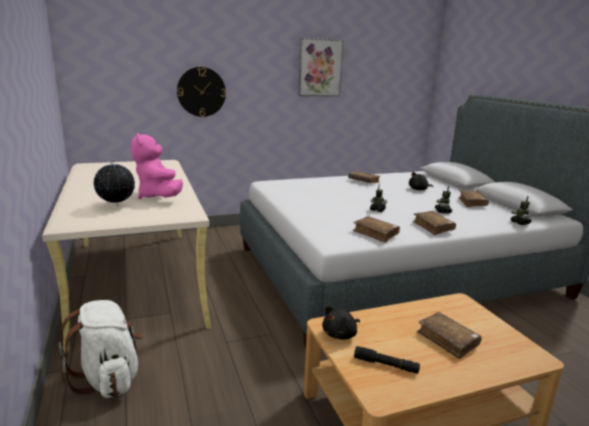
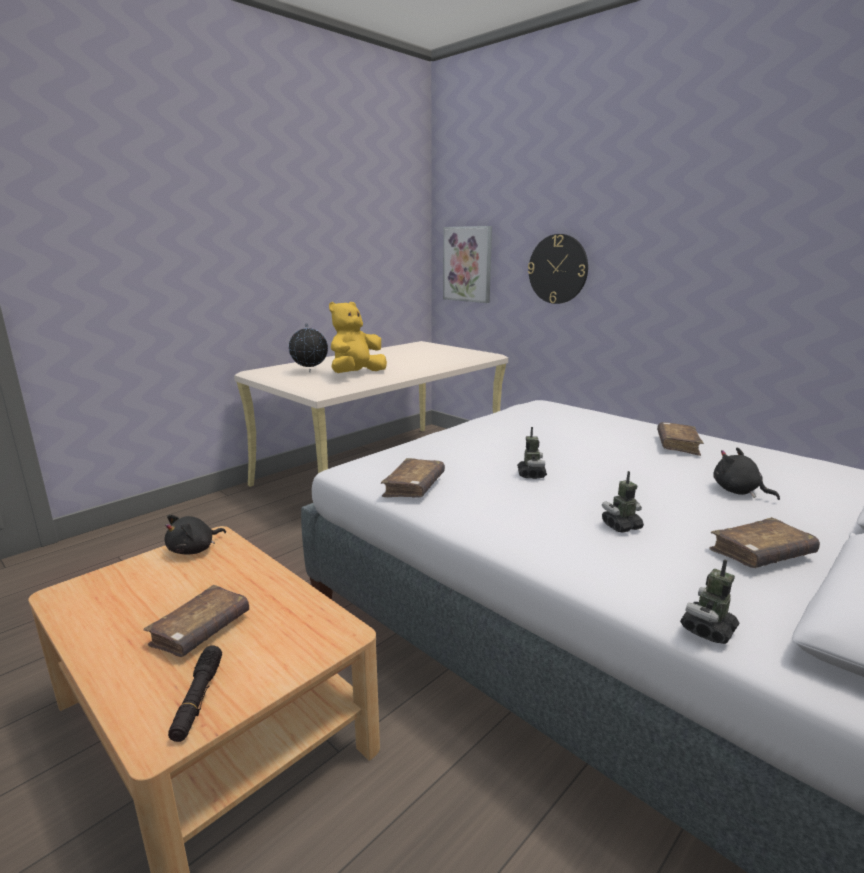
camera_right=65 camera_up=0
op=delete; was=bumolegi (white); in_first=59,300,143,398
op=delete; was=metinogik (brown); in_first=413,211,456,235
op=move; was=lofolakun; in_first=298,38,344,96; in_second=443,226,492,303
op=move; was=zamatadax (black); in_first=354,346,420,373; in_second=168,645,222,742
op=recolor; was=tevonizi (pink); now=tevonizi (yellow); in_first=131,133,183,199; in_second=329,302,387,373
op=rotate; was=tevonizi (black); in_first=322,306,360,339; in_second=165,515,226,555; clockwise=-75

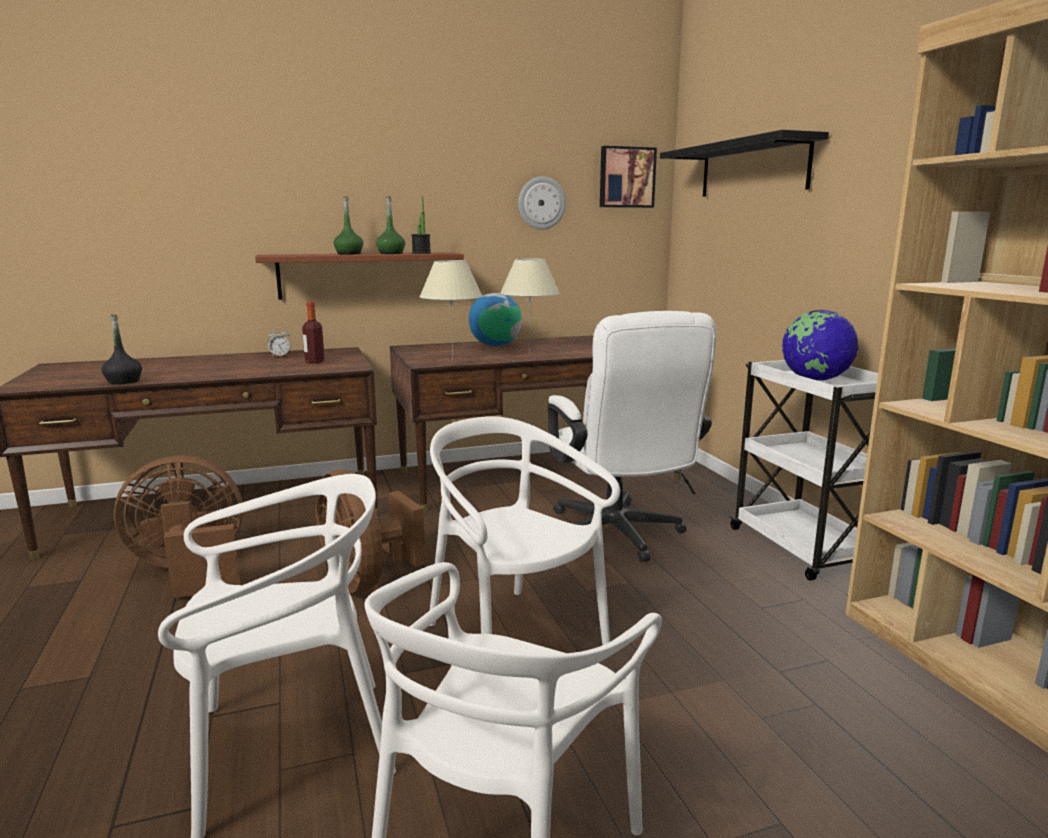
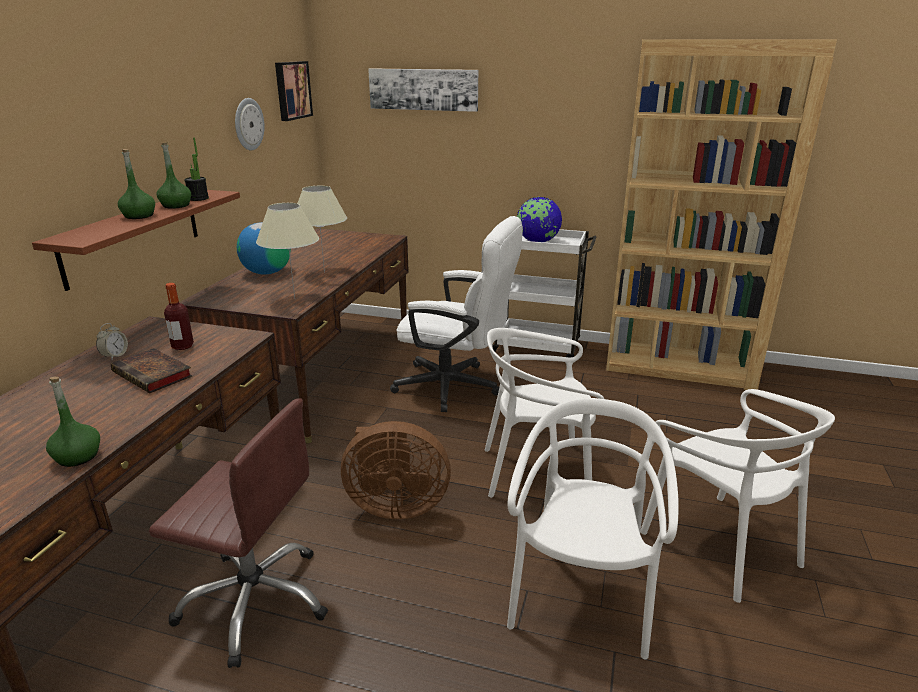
camera_right=-55 camera_up=10
op=insert; now=metinogik; in_second=111,348,192,393
op=replace; was=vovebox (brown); now=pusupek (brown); in_first=114,456,243,598; in_second=149,398,328,668
op=replace; was=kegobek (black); now=lofolakun; in_first=660,130,829,197; in_second=368,68,478,112
op=recolor; was=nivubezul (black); now=nivubezul (green); in_first=102,314,142,384; in_second=46,377,100,467

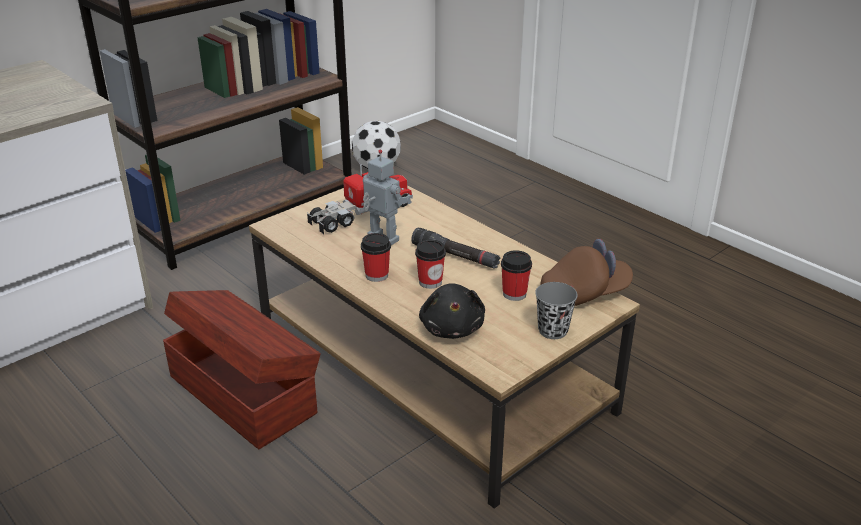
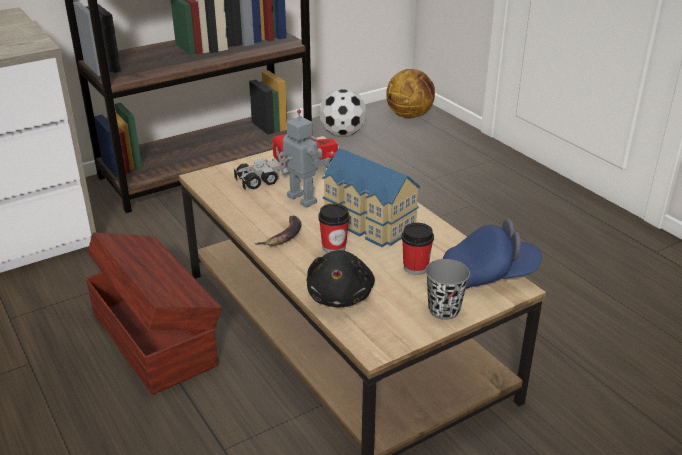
camera_right=10 camera_up=0
op=insert; now=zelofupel; in_second=386,69,435,119
op=replace; was=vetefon; now=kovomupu; in_first=361,233,391,282; in_second=254,216,301,246
op=replace; was=zamatadax (black); now=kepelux; in_first=411,228,500,269; in_second=322,148,420,247
op=recolor; was=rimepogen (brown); now=rimepogen (blue); in_first=540,239,633,306; in_second=443,218,542,288

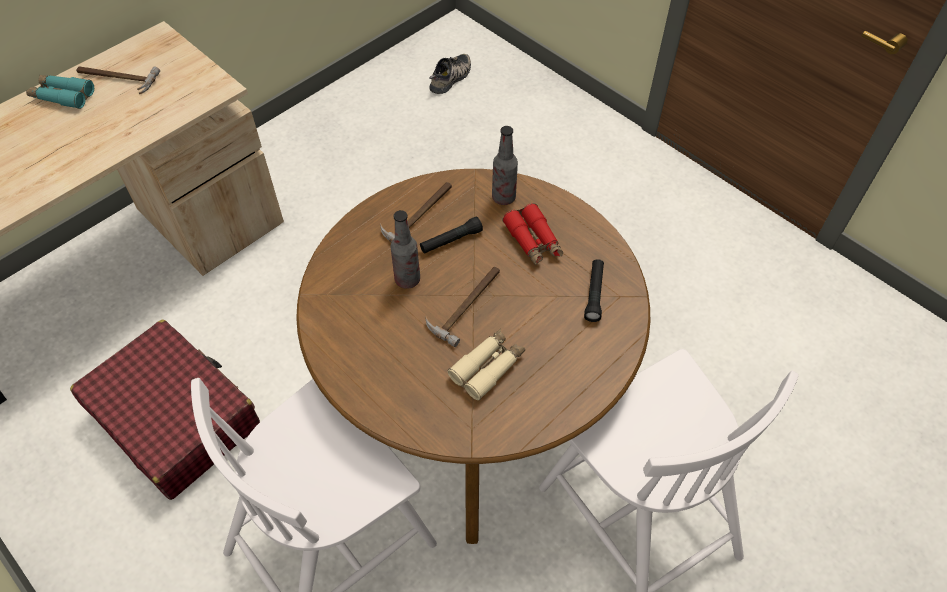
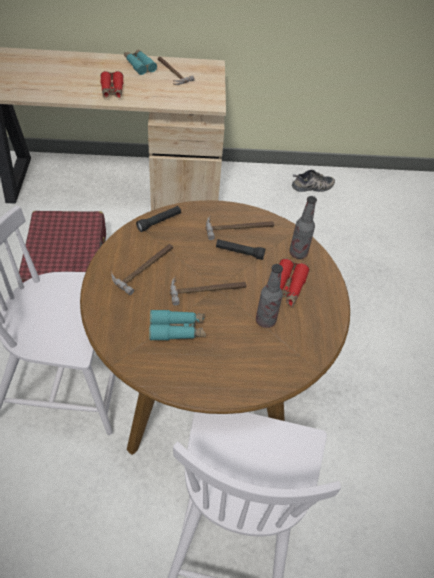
camera_right=40 camera_up=-5
op=insert; now=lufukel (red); in_second=100,71,123,98
op=insert; now=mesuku; in_second=111,244,173,295
op=move; was=nivubezul; in_first=391,210,420,289; in_second=256,264,283,328
op=move; was=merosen; in_first=429,54,471,94; in_second=292,169,335,192
op=move; was=zamatadax (black); in_first=584,259,604,322; in_second=136,206,181,232
op=recolor; was=lufukel (beige); now=lufukel (turquoise); in_first=448,329,525,400; in_second=149,310,206,340

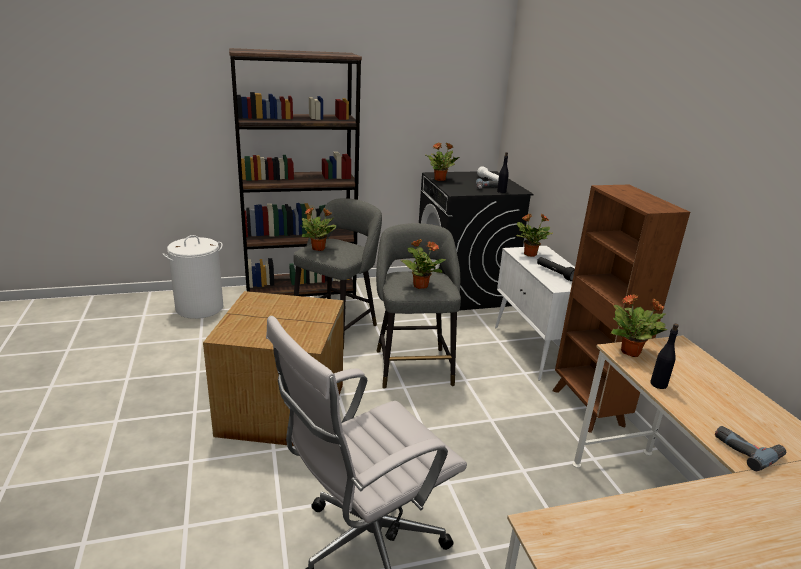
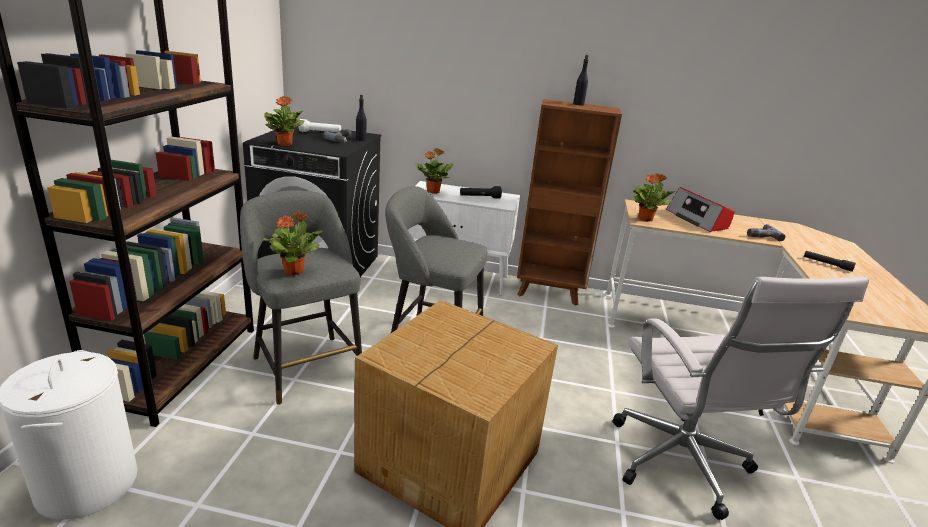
camera_right=-65 camera_up=0
op=delete; was=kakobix; in_first=400,239,446,289
op=insert; now=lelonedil; in_second=666,187,735,232
op=insert; now=zamatadax (black); in_second=804,251,856,271
op=move; was=nivubezul (black); in_first=650,324,679,389; in_second=573,55,588,105

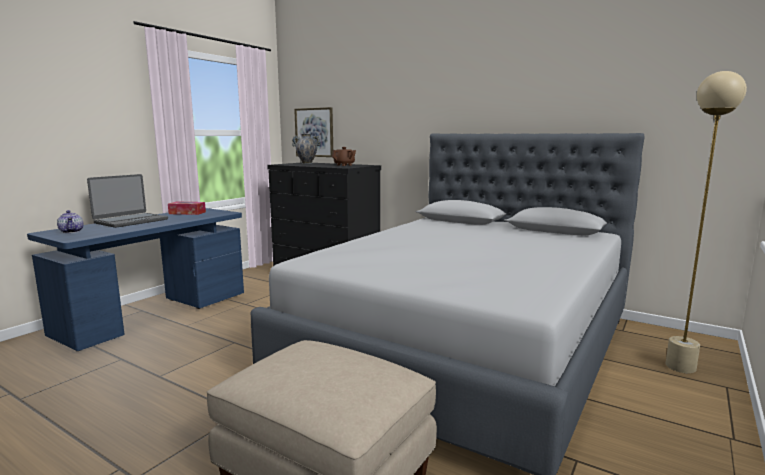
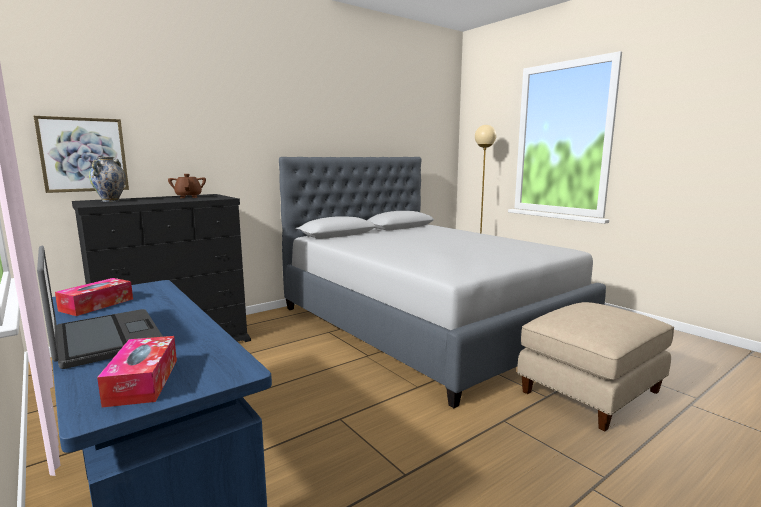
camera_right=-70 camera_up=0
op=replace; was=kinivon; now=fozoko; in_first=57,210,83,233; in_second=97,336,177,408

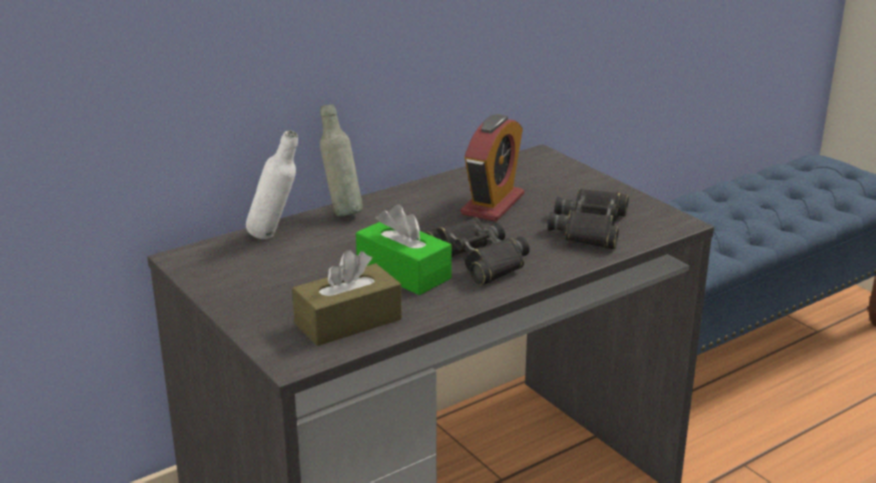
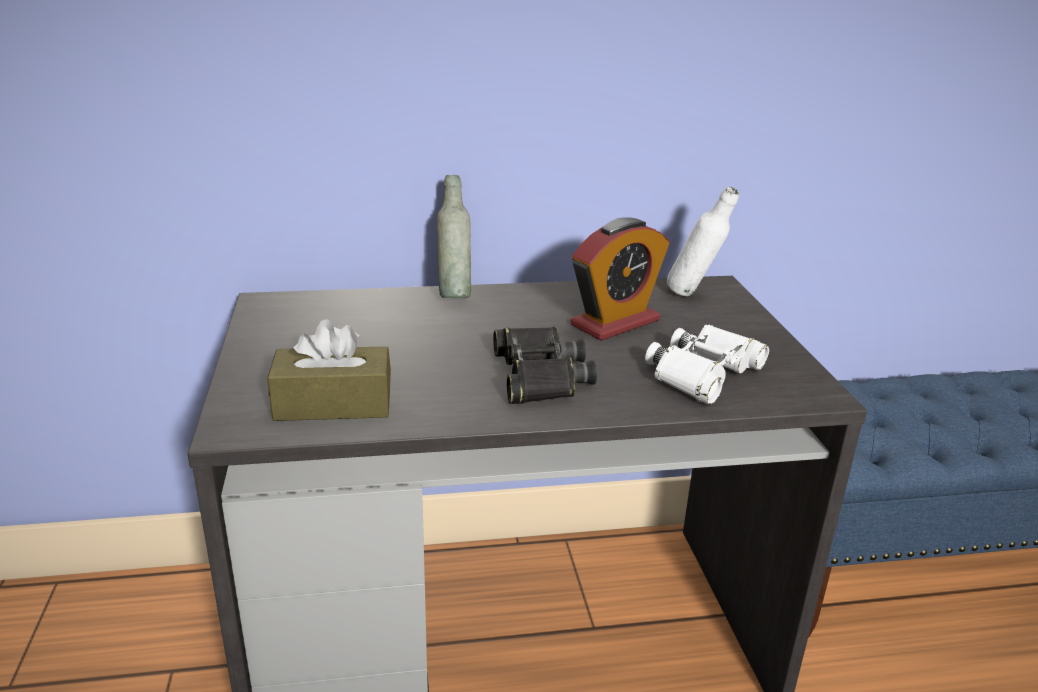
camera_right=25 camera_up=0
op=delete; was=fozoko (green); in_first=356,205,452,295
op=move; was=nivubezul (white); in_first=246,130,298,239; in_second=667,187,739,296
op=recolor; was=lufukel (black); now=lufukel (white); in_first=547,188,629,249; in_second=645,324,769,405

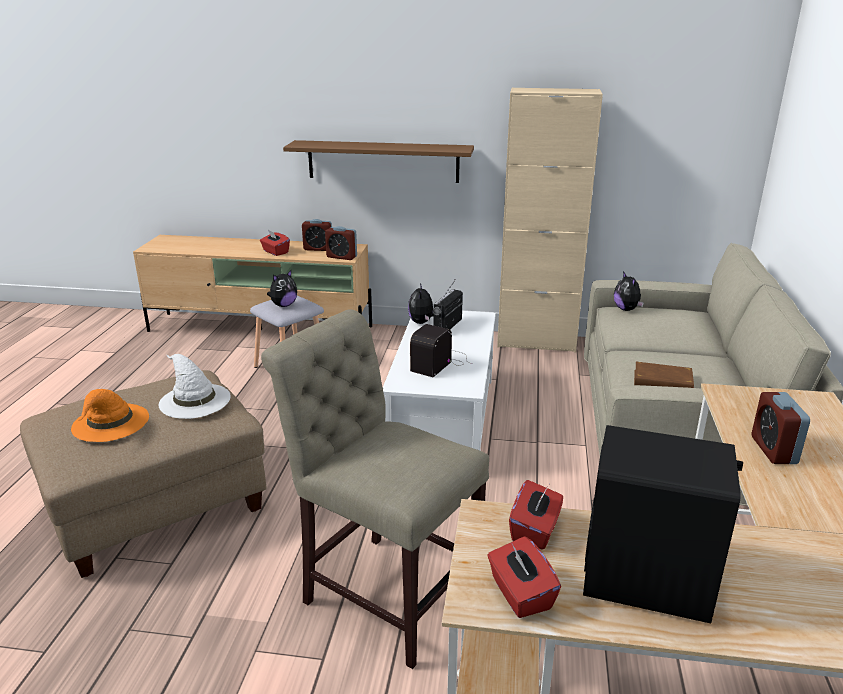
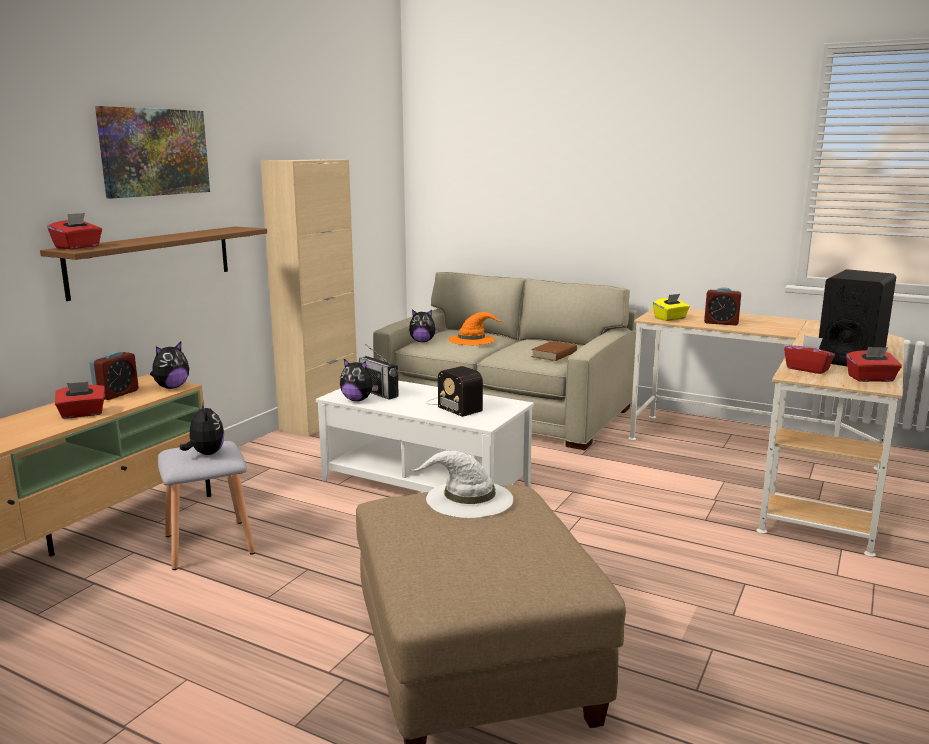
camera_right=-70 camera_up=-10
op=delete; was=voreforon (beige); in_first=261,309,489,669
op=insert; now=fozoko (red); in_second=47,213,102,249
op=insert; now=lofolakun; in_second=95,106,210,198
op=insert; now=fozoko (yellow); in_second=653,294,690,321
op=move; was=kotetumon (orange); in_first=71,389,149,442; in_second=448,312,502,345
op=replace; was=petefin; now=tevonizi; in_first=325,226,357,260; in_second=150,342,189,389

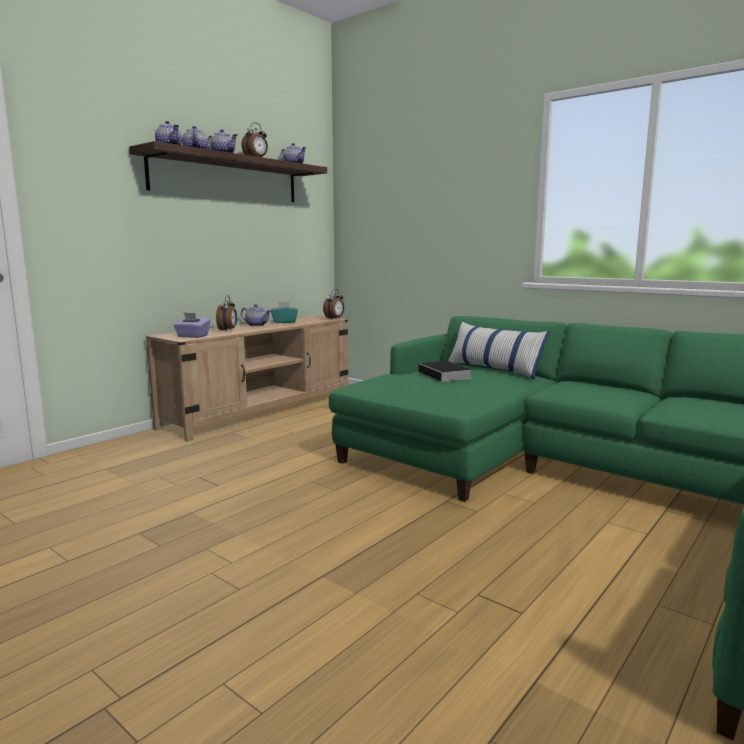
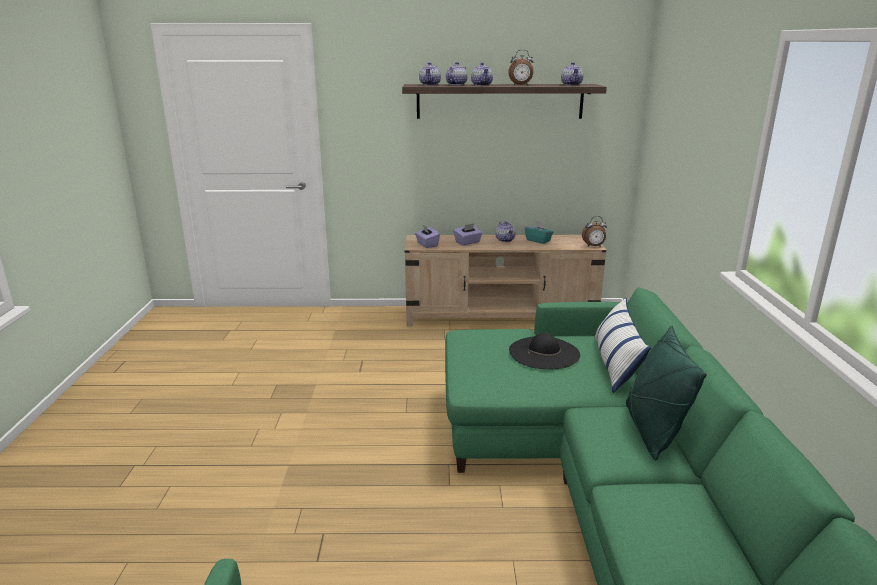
camera_right=50 camera_up=10
op=insert; now=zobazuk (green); in_second=626,325,707,461
op=replace; was=petefin; now=fozoko (purple); in_first=216,295,237,331; in_second=454,223,483,245
op=replace; was=metinogik; now=kotetumon (black); in_first=418,361,472,383; in_second=509,333,580,369

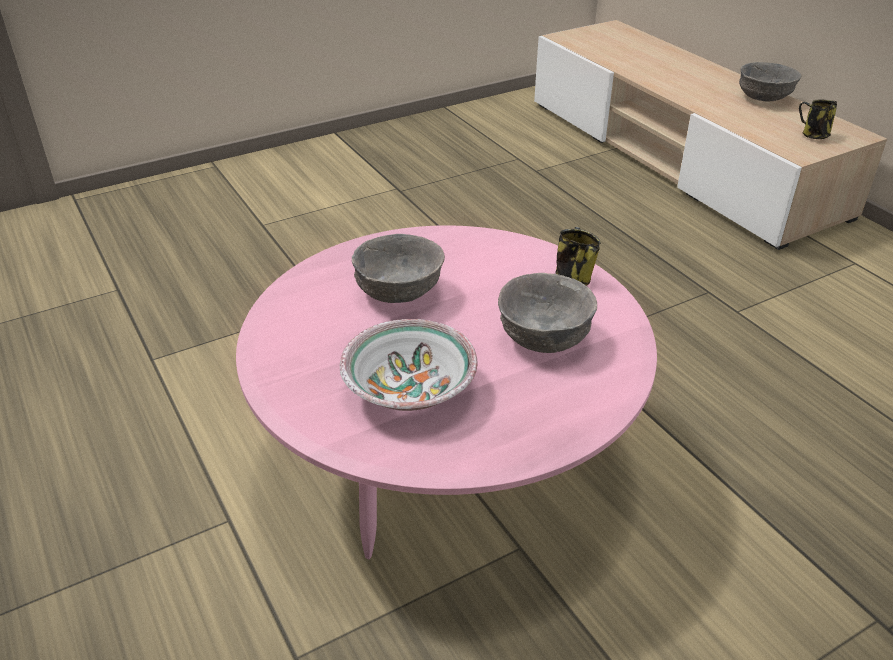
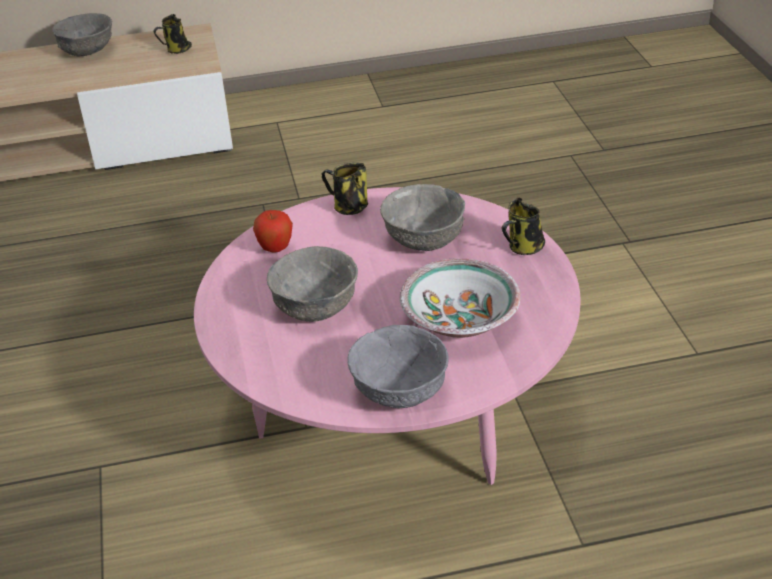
camera_right=-70 camera_up=0
op=insert; now=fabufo; in_second=253,210,293,253
op=insert; now=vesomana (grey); in_second=347,325,449,408
op=insert; now=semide; in_second=502,198,545,255

